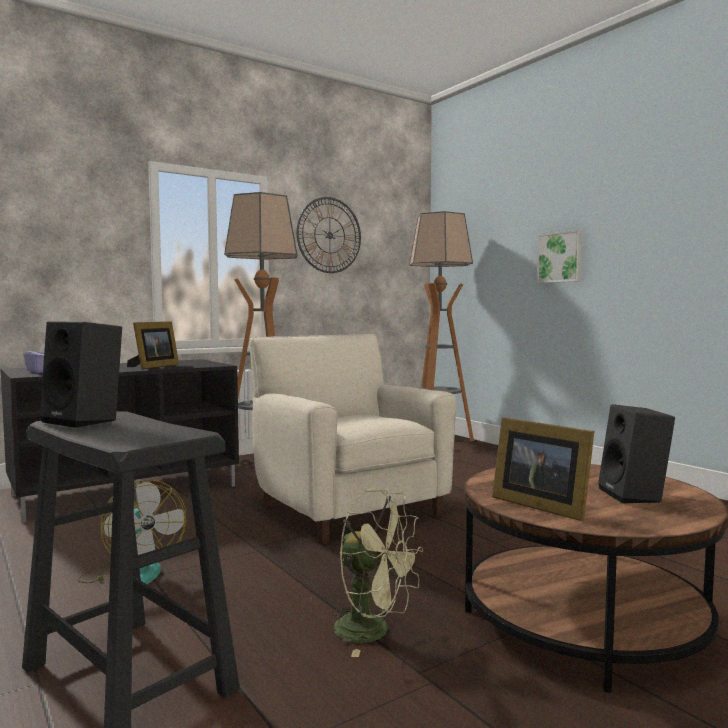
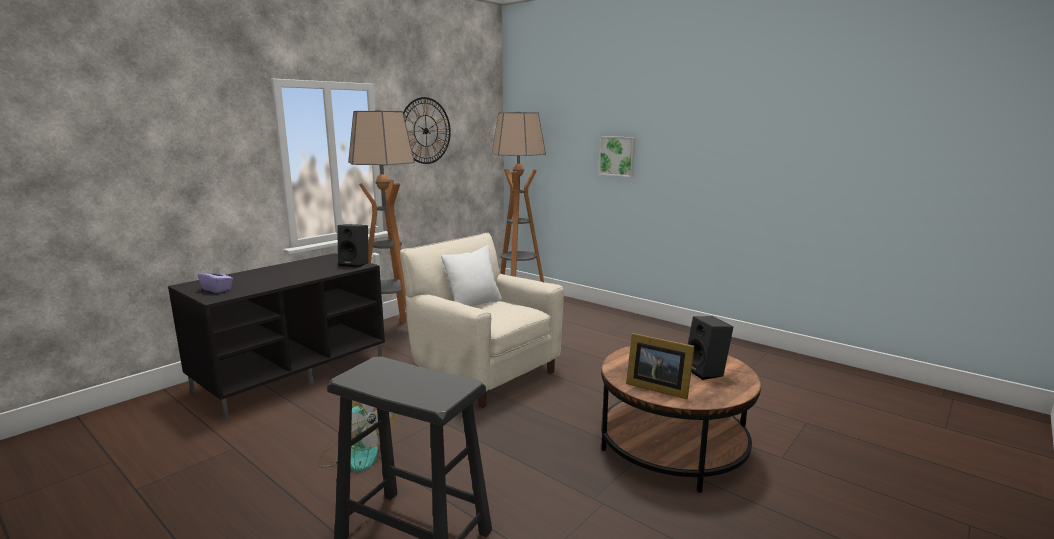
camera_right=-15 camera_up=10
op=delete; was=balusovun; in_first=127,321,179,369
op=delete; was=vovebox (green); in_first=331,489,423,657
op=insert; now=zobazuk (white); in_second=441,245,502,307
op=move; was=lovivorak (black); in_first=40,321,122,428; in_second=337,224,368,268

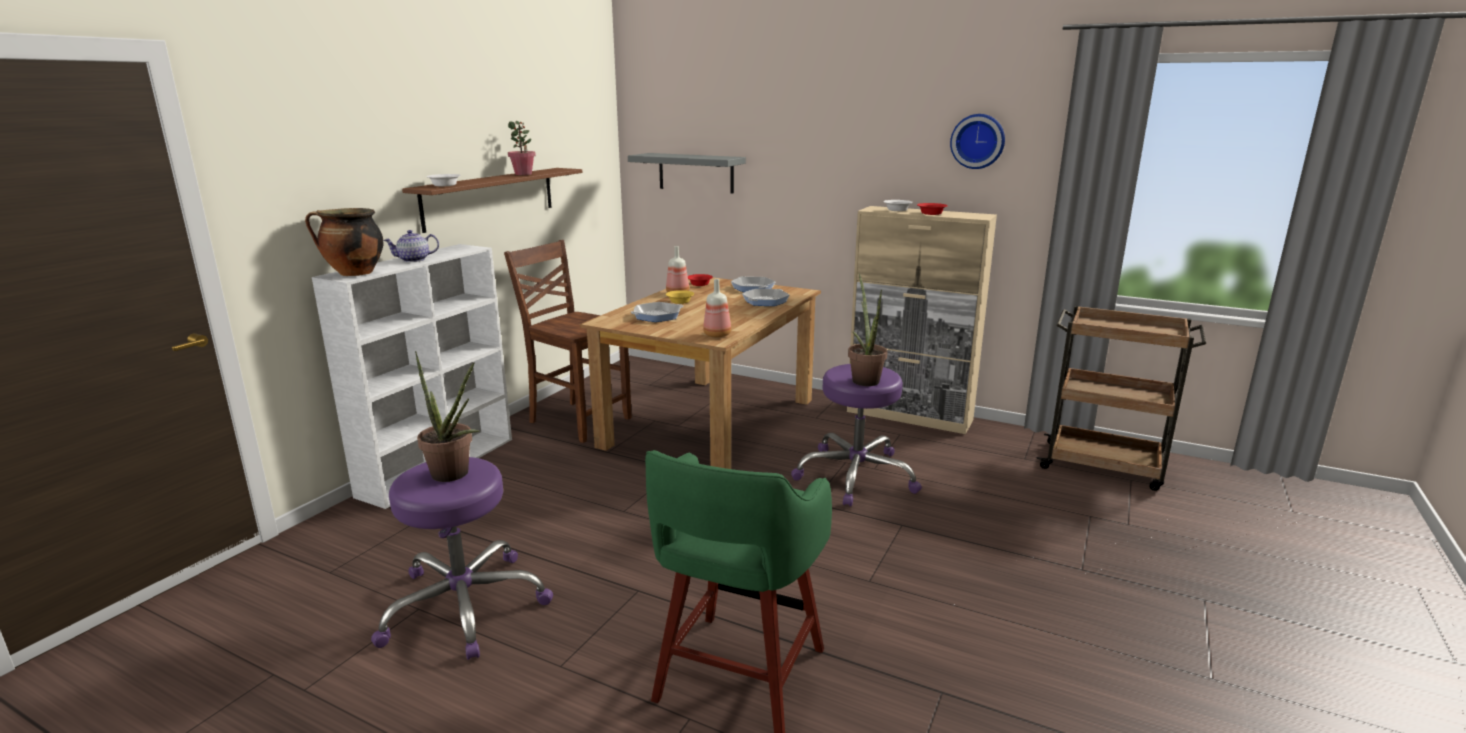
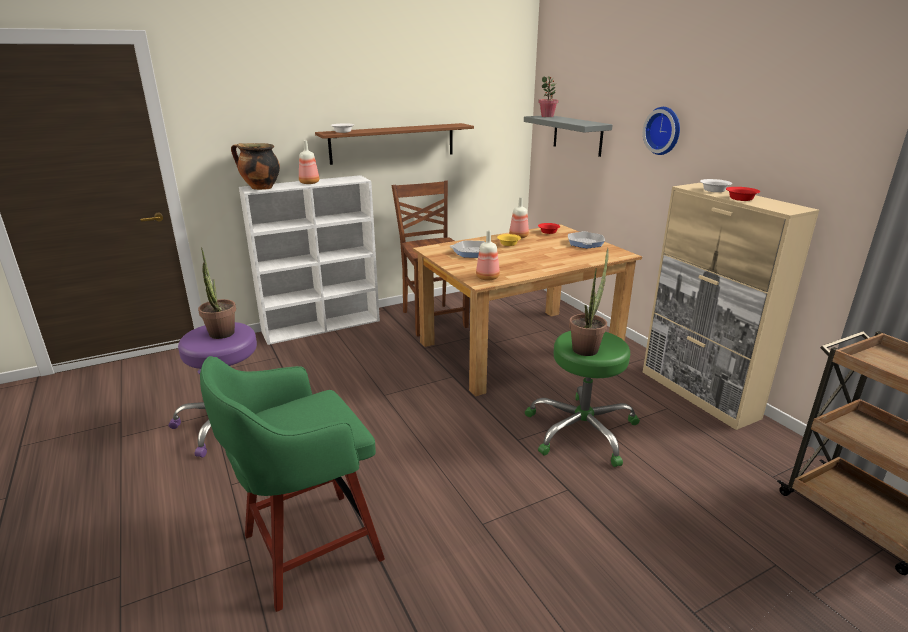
camera_right=35 camera_up=5
op=delete; was=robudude; in_first=742,289,789,306
op=move; was=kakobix; in_first=508,121,536,175; in_second=538,76,559,117
op=move; was=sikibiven; in_first=950,114,1005,169; in_second=643,107,680,155
op=replace; was=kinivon; now=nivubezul; in_first=384,230,439,262; in_second=299,140,319,184
op=recolor; was=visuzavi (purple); now=visuzavi (green); in_first=791,364,922,506; in_second=525,331,640,467

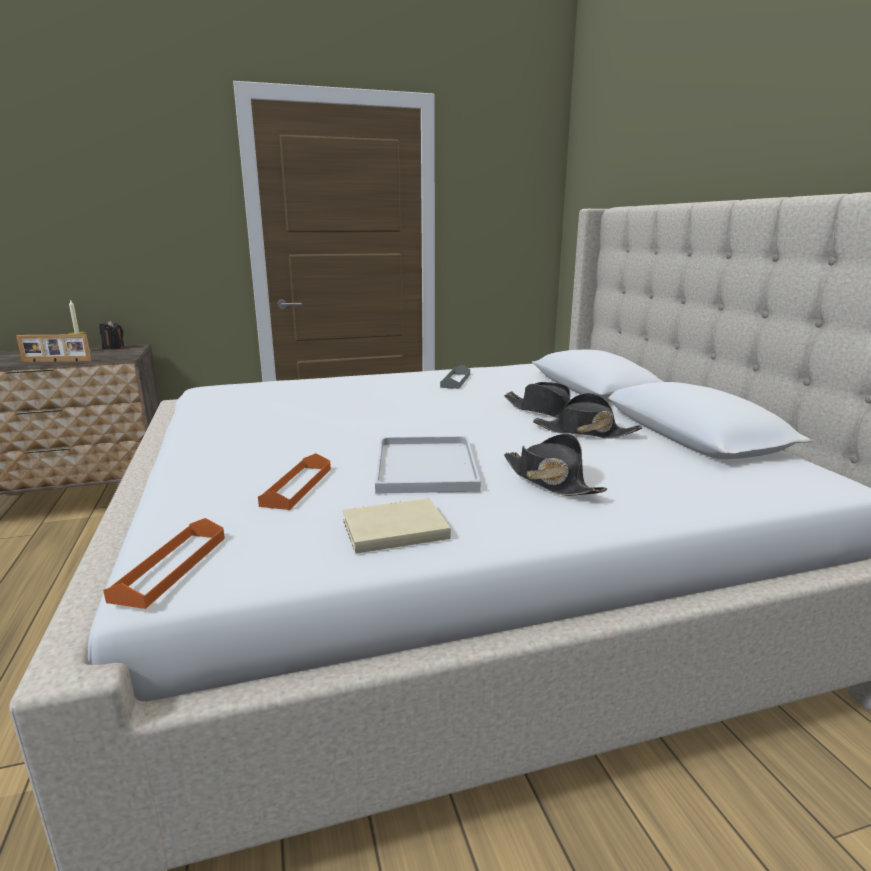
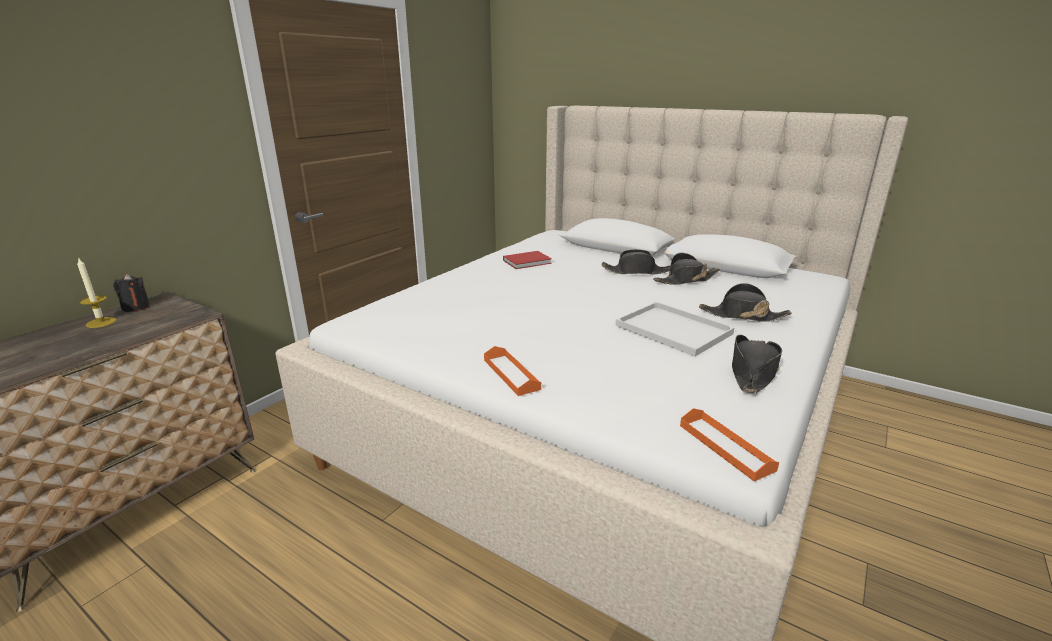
camera_right=-40 camera_up=5
op=delete; was=balusovun; in_first=16,334,91,362
op=move; was=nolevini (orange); in_first=258,453,331,510; in_second=484,346,541,396
op=replace; was=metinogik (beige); now=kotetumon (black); in_first=342,498,451,554; in_second=732,335,782,393
op=replace; was=nolevini (grey); now=metinogik (red); in_first=440,365,470,389; in_second=503,251,552,269

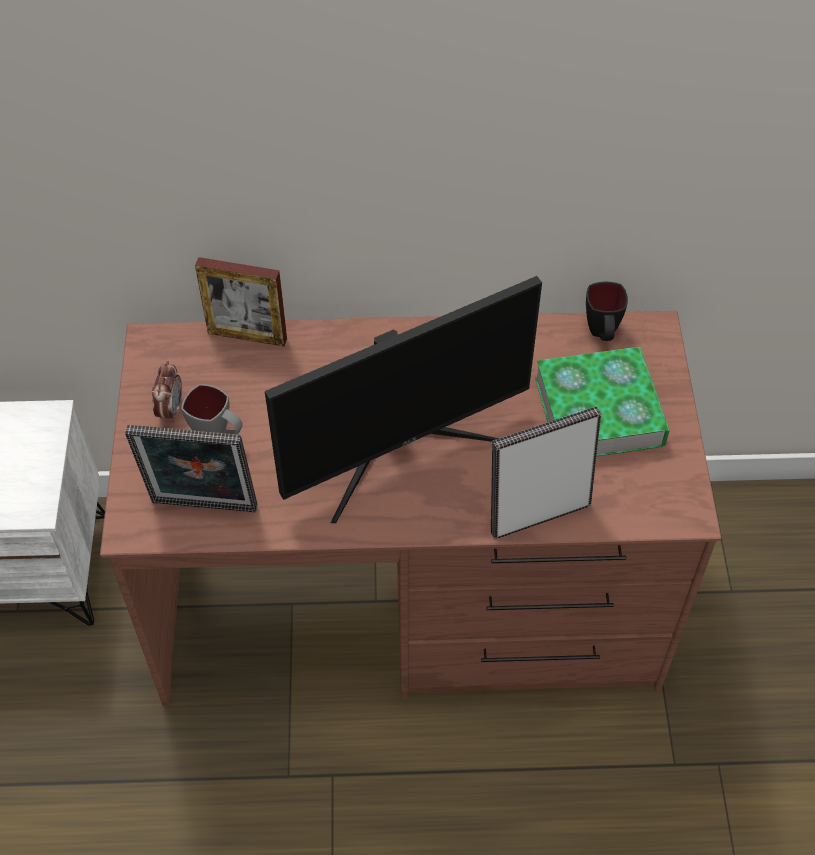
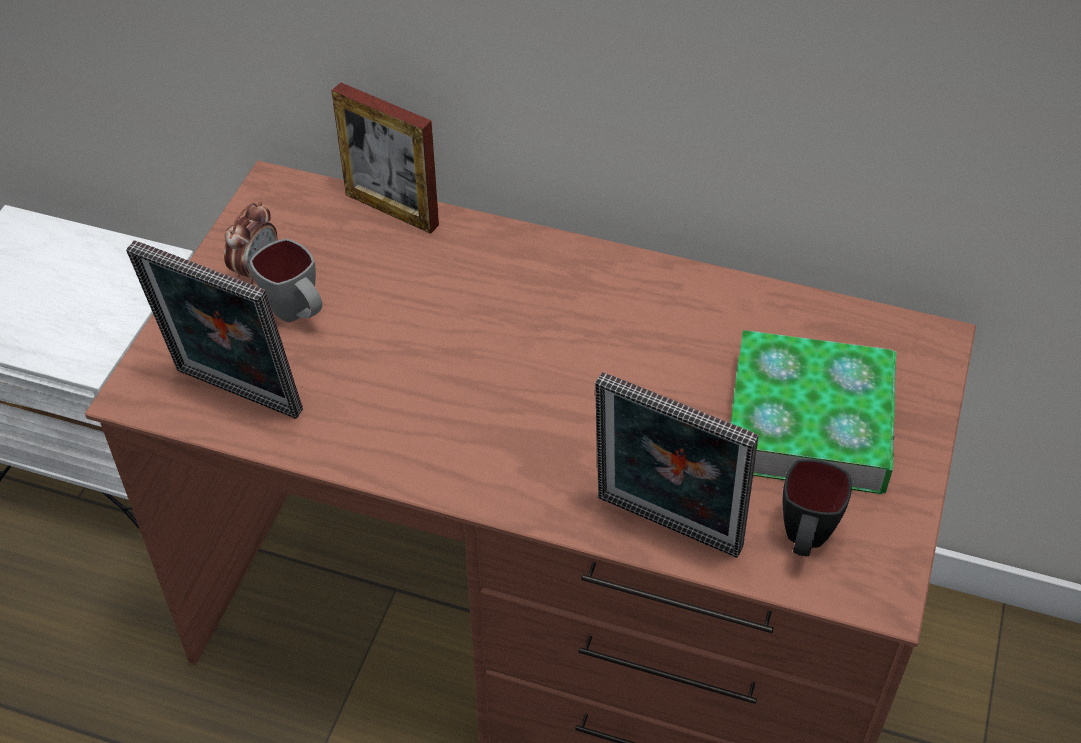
camera_right=20 camera_up=-5
op=delete; was=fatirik; in_first=265,276,542,523
op=move; was=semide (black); in_first=586,282,628,341; in_second=782,459,852,556
op=rotate; was=balusovun; in_first=491,406,601,540; in_second=595,372,758,558; clockwise=-150

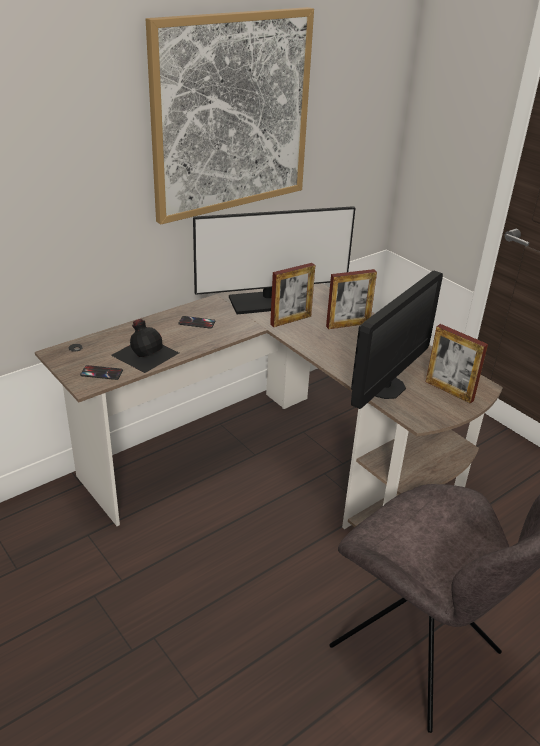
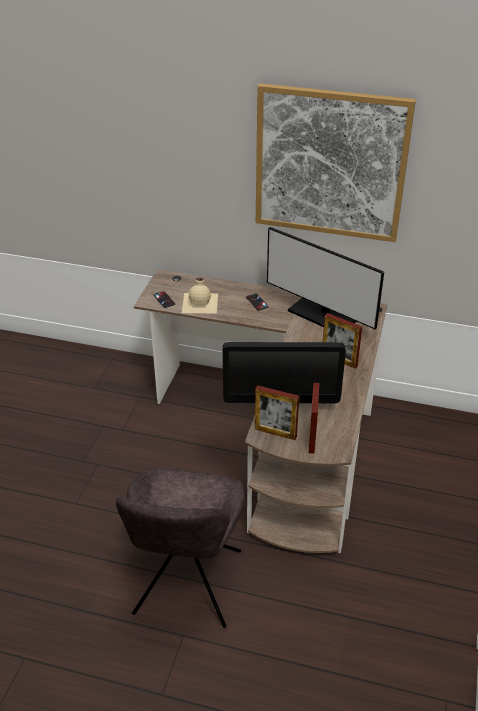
camera_right=55 camera_up=5
op=move; was=balusovun; in_first=270,263,315,327; in_second=255,385,299,440
op=recolor; was=nivubezul (black); now=nivubezul (beige); in_first=111,319,179,373; in_second=182,278,218,314

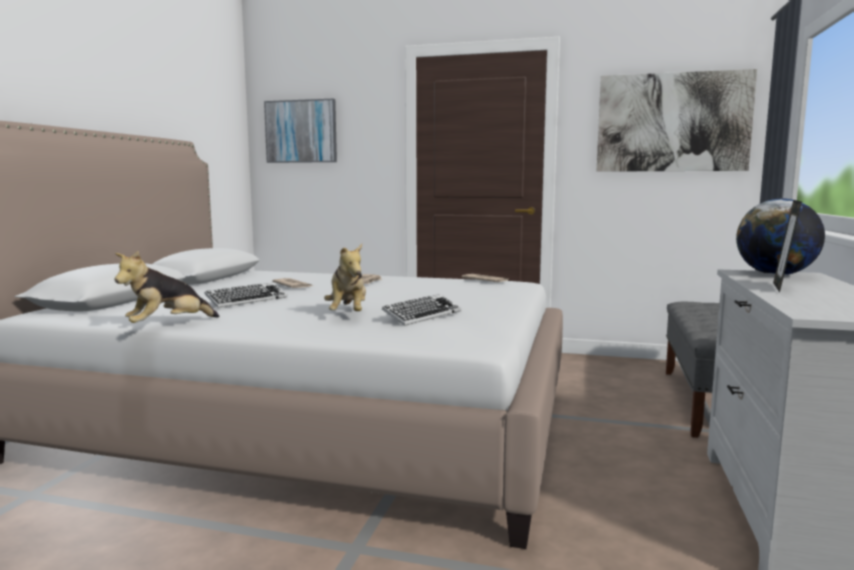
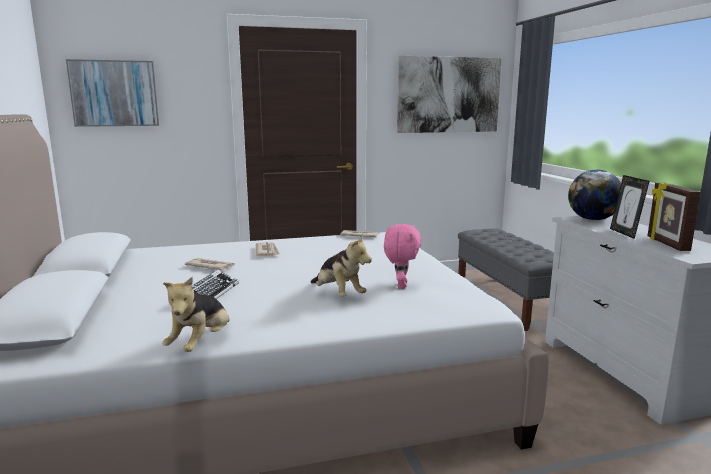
camera_right=-30 camera_up=5
op=insert; now=balusovun; in_second=648,183,701,251
op=replace; was=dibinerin; now=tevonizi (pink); in_first=382,294,461,326; in_second=384,224,422,289

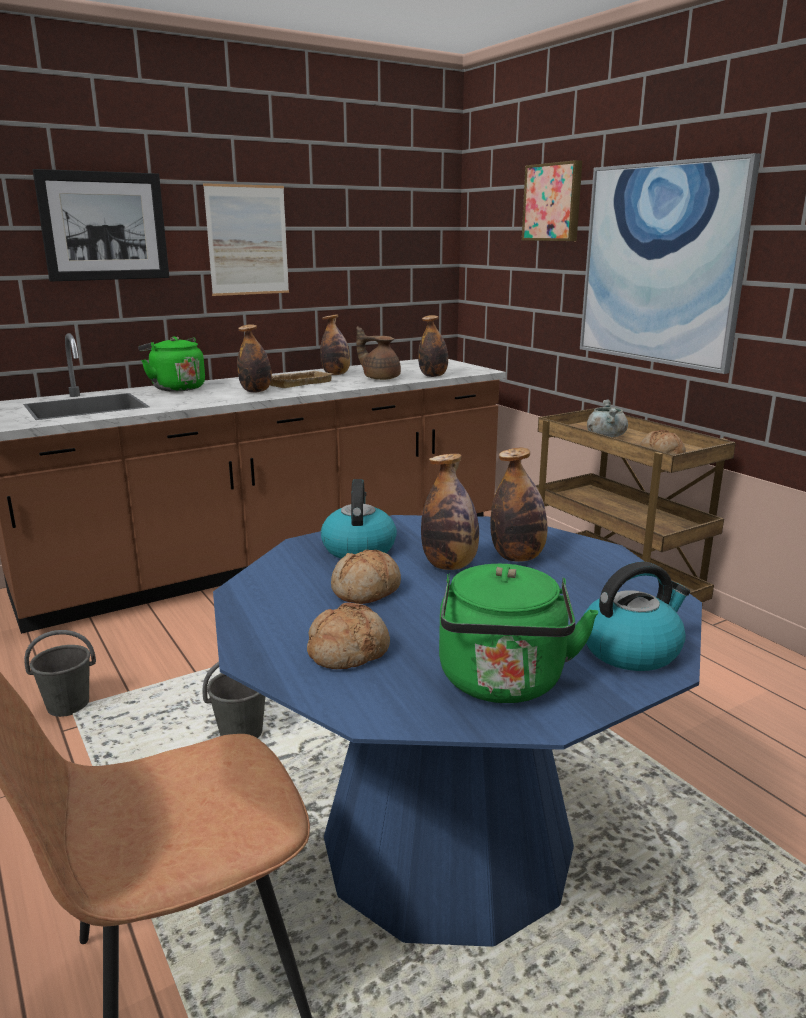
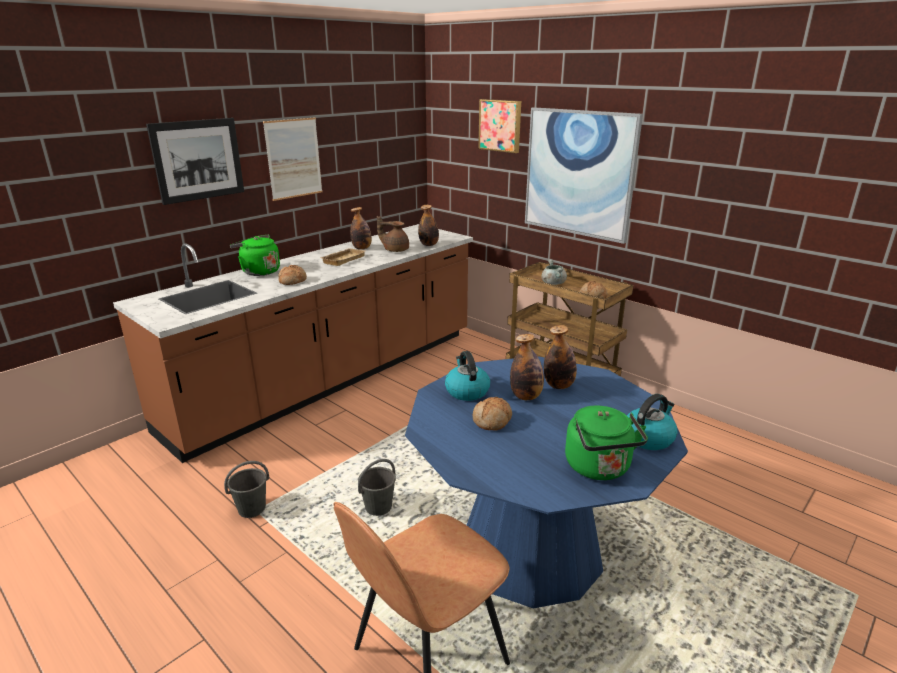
camera_right=-15 camera_up=5
op=delete; was=nivubezul; in_first=237,324,272,393
op=move; was=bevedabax; in_first=307,602,390,669; in_second=278,265,307,285

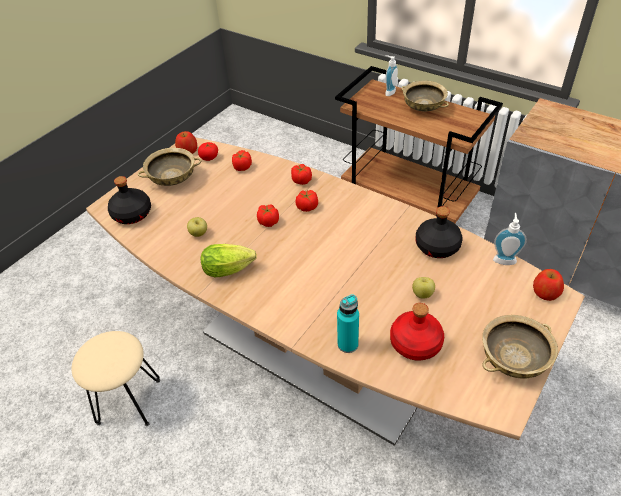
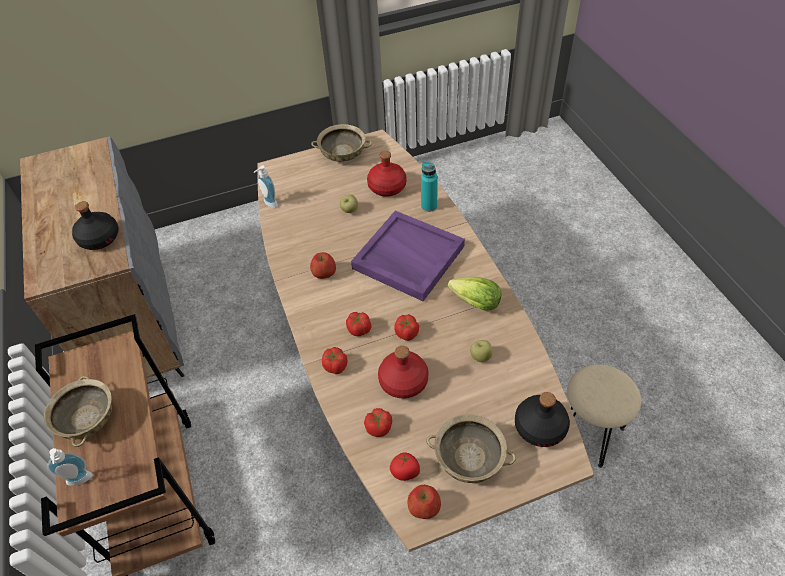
camera_right=-145 camera_up=5
op=insert; now=nolevini (purple); in_second=351,211,465,301
op=insert; now=nivubezul (red); in_second=378,346,429,398
op=move; was=nivubezul (black); in_first=416,206,463,258; in_second=72,201,119,250
op=move; was=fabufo; in_first=533,269,564,301; in_second=310,252,336,279

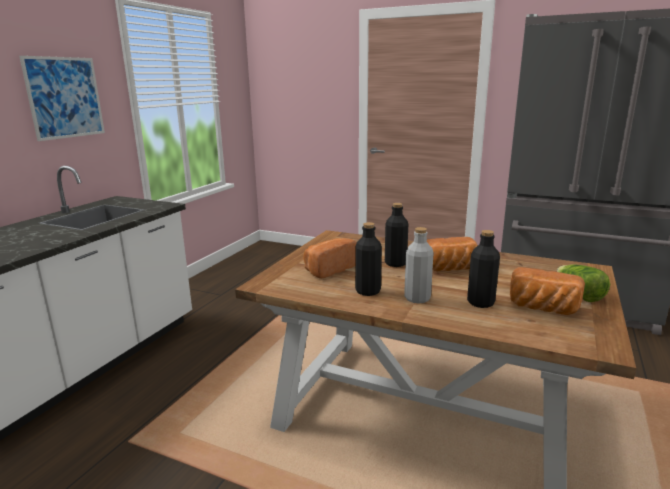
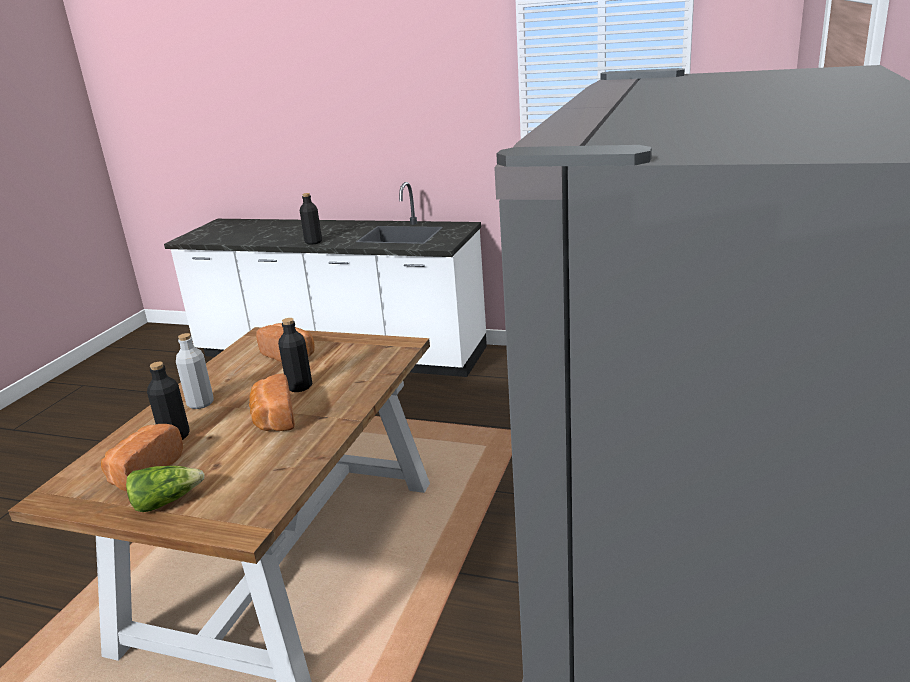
camera_right=85 camera_up=5
op=delete; was=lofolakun; in_first=19,56,105,141
op=move; was=nivubezul (black); in_first=355,222,382,296; in_second=300,193,322,245

